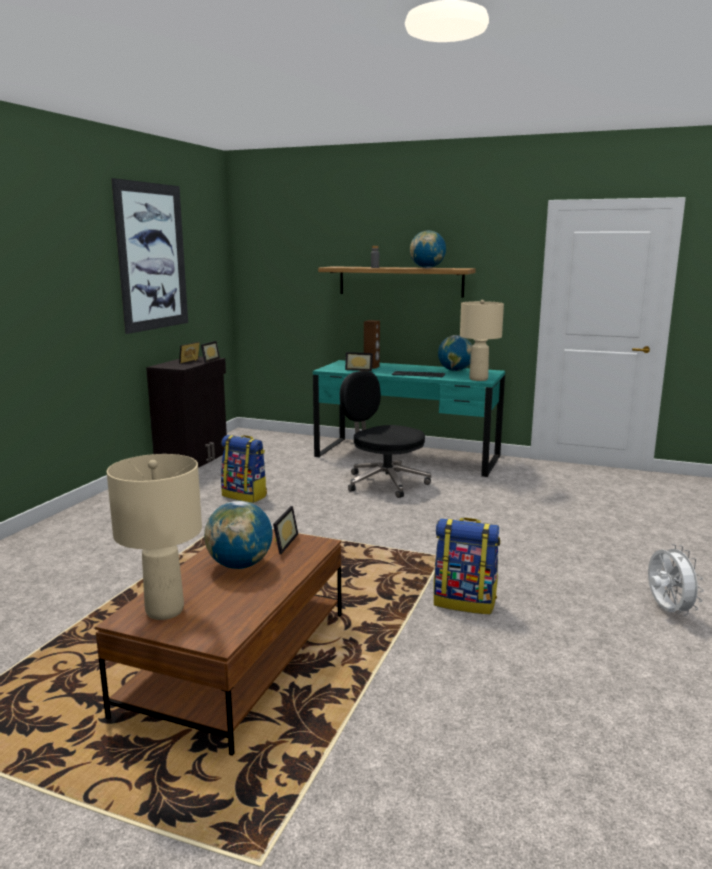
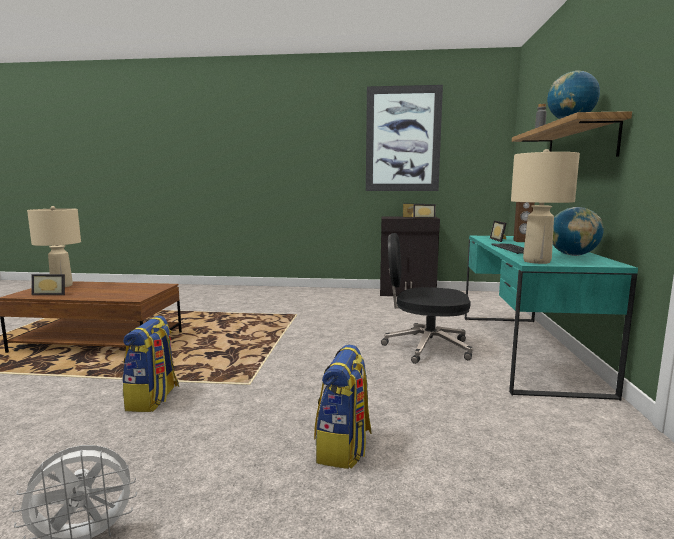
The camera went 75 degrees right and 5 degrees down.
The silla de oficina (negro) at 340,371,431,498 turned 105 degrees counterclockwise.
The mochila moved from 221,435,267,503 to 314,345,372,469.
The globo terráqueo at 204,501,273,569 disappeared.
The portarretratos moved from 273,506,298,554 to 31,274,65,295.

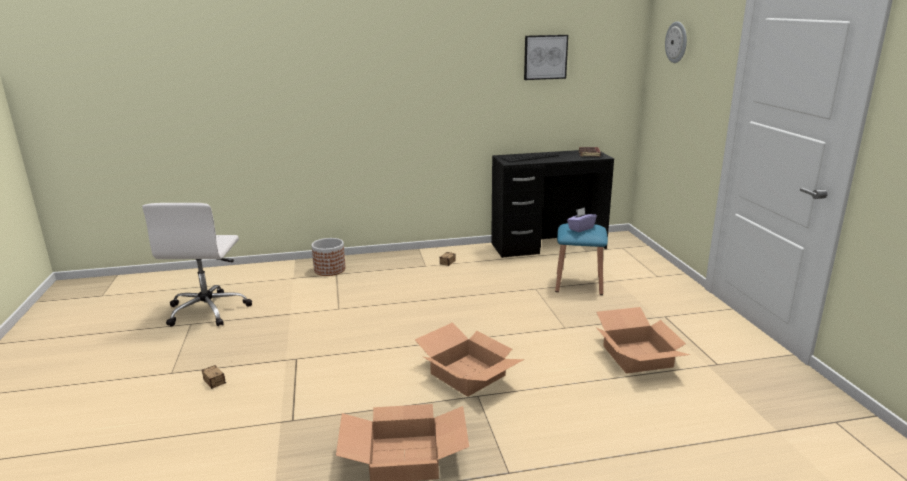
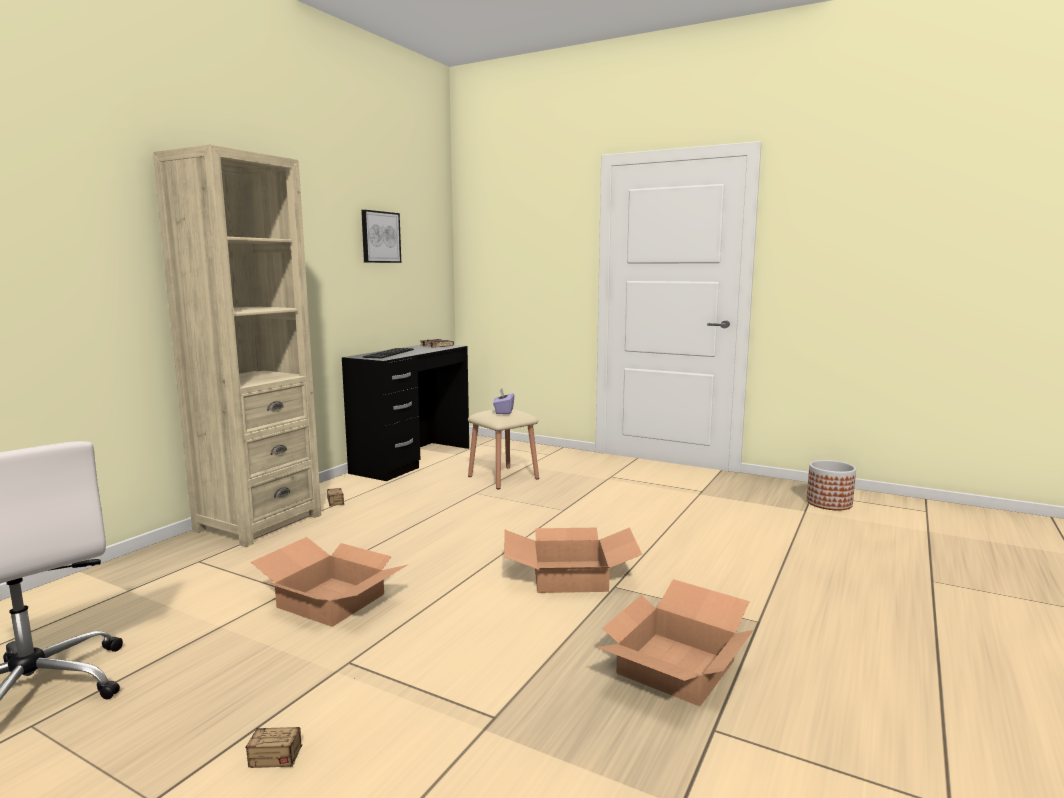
The camera went 50 degrees left and 10 degrees down.
The reloj de pared at 665,21,687,63 disappeared.
The taburete (azul) at 555,223,608,295 became the taburete (beis) at 468,409,539,489.
The maceta moved from 311,238,346,276 to 807,460,856,510.
The caja de cartón moved from 597,307,690,374 to 251,537,409,627.
The estantería (beis) at 153,144,321,547 appeared.

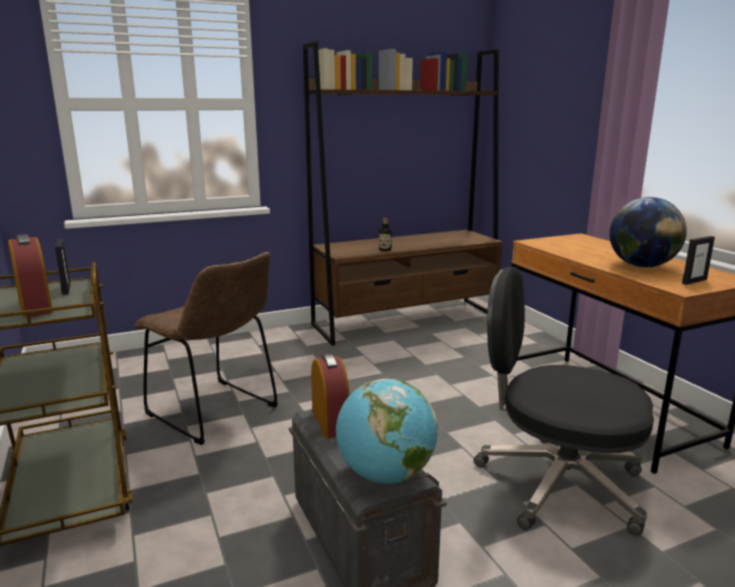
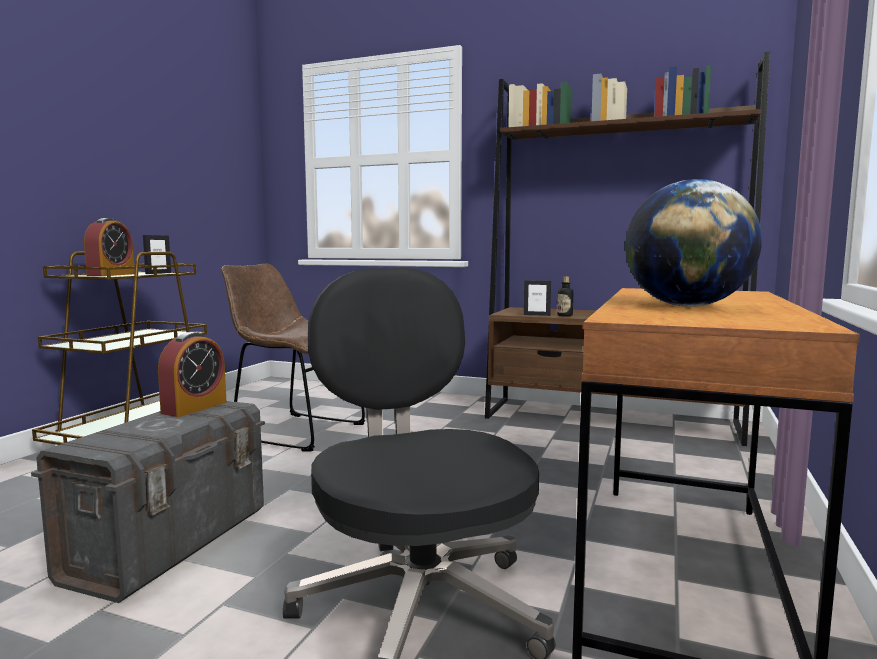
The camera went 45 degrees right and 10 degrees down.
The portarretratos moved from 682,236,715,285 to 524,280,551,316.
The silla (marrón) at 135,252,278,445 turned 120 degrees clockwise.
The globo terráqueo at 336,378,438,484 disappeared.

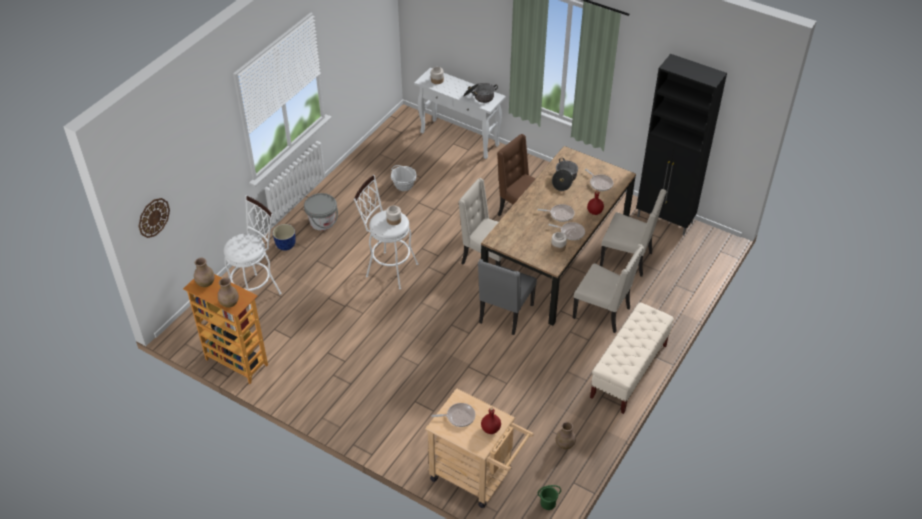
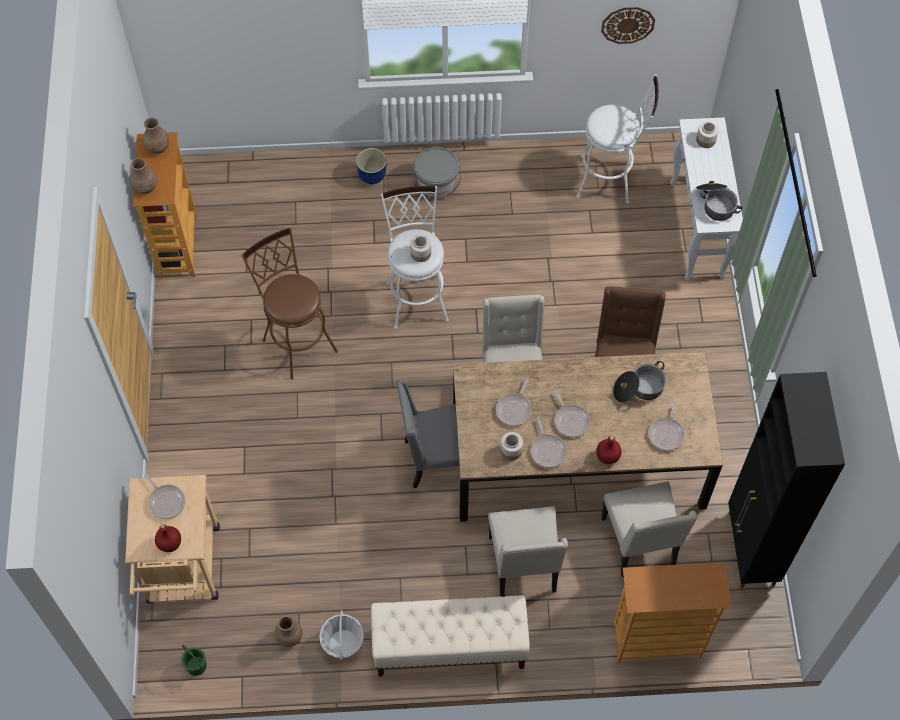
The camera went 55 degrees right and 15 degrees up.
The cesta moved from 391,165,417,191 to 319,610,364,660.
The taburete (blanco) moved from 224,196,282,309 to 577,74,659,203.
The reloj de pared moved from 139,198,170,238 to 601,7,655,44.
The taburete (marrón) at 241,228,338,380 appeared.
The sartén at 496,378,532,426 appeared.
The estantería at 613,562,732,663 appeared.

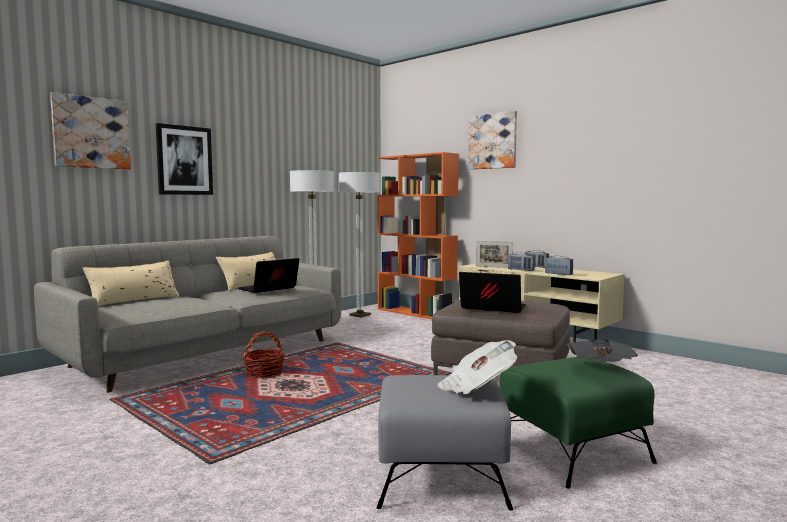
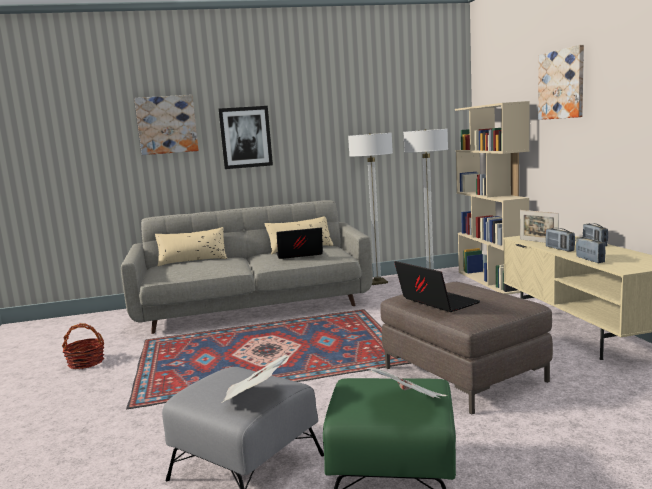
The camera went 35 degrees right and 5 degrees up.
The estantería (naranja) at 377,152,459,320 became the estantería (beis) at 455,101,530,295.
The cesta moved from 243,331,285,378 to 62,323,104,369.

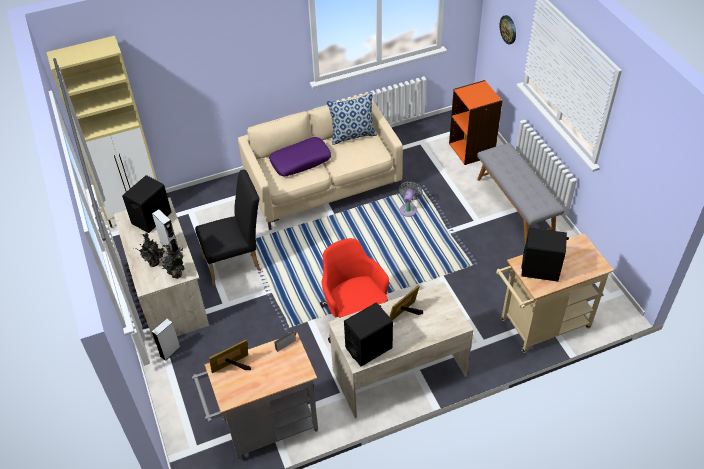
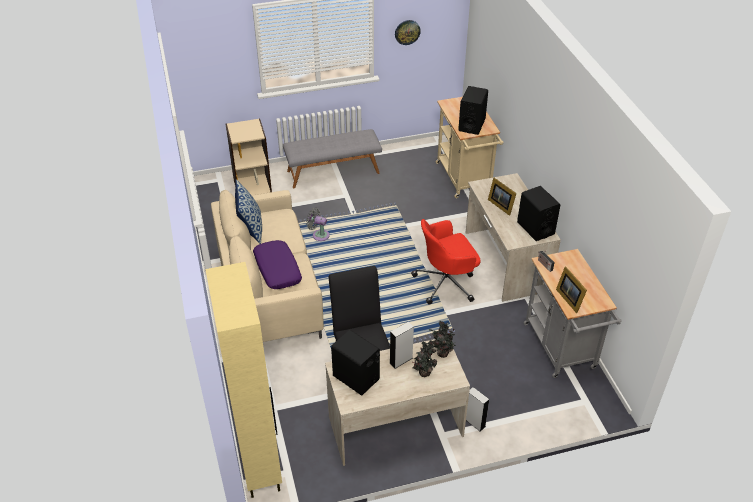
The camera went 85 degrees left and 5 degrees down.
The reloj de pared moved from 499,15,516,44 to 395,20,421,45.
The estantería (naranja) at 449,80,503,165 became the estantería (beis) at 226,118,272,195.

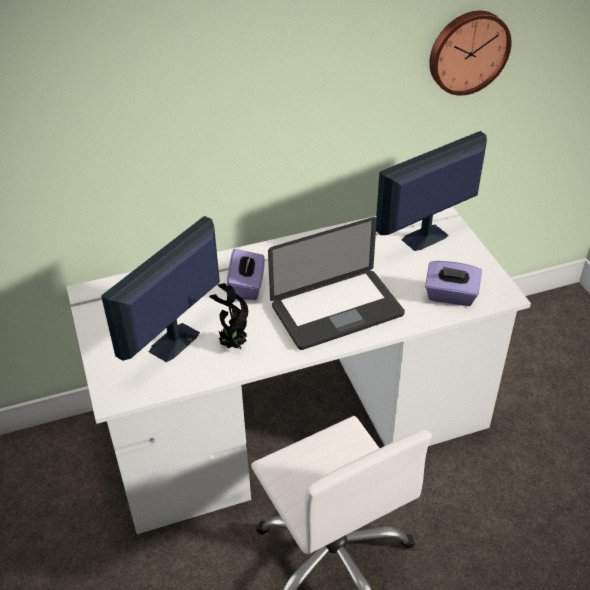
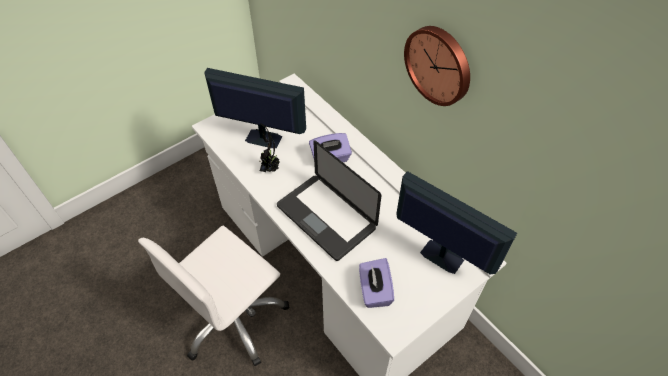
The camera went 70 degrees right and 10 degrees up.
The reloj de pared moved from 429,11,511,96 to 404,26,470,106.

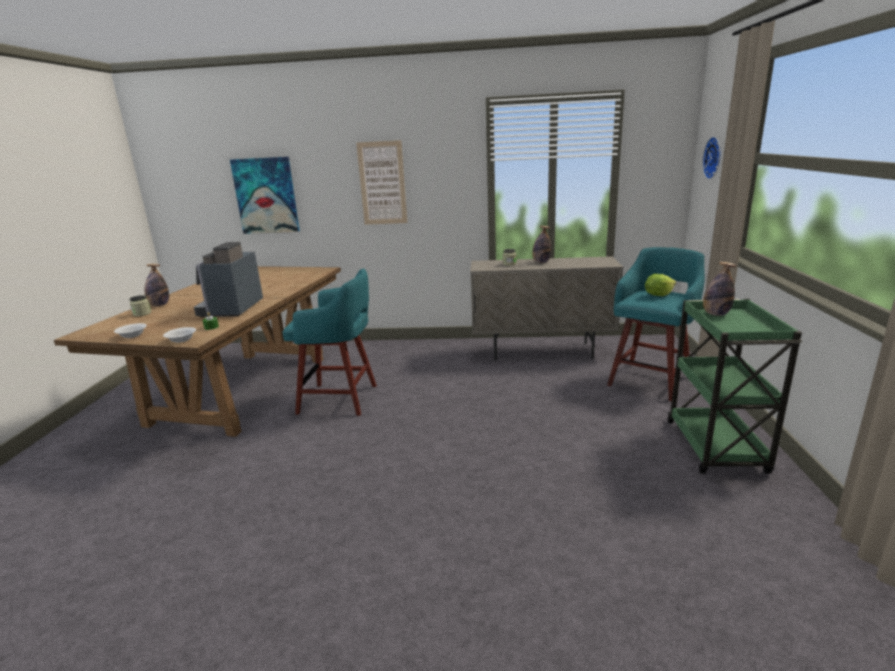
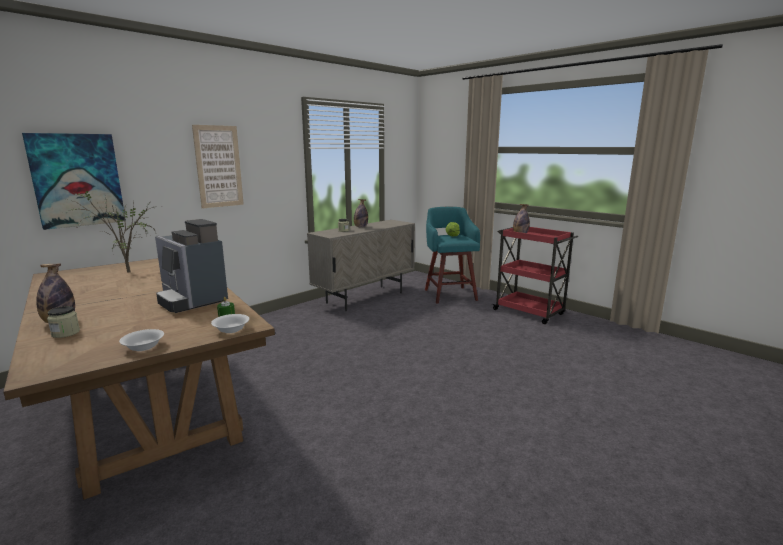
The camera went 50 degrees left and 5 degrees down.
The reloj de pared at 702,137,720,179 disappeared.
The taburete (turquesa) at 283,268,377,416 disappeared.
The carrito (verde) at 667,299,802,474 became the carrito (rojo) at 492,227,578,324.
The planta en maceta at 62,191,155,273 appeared.

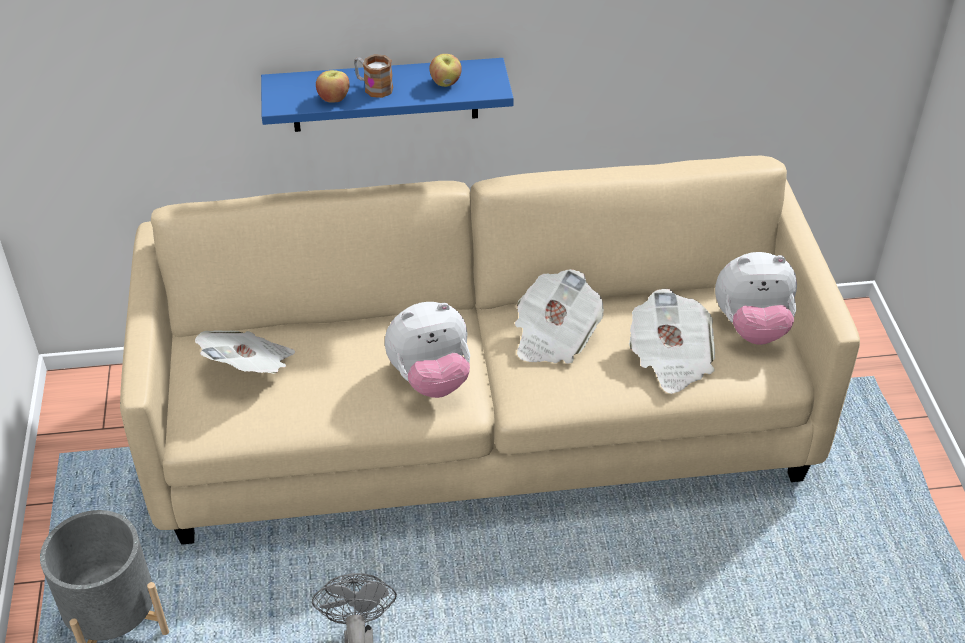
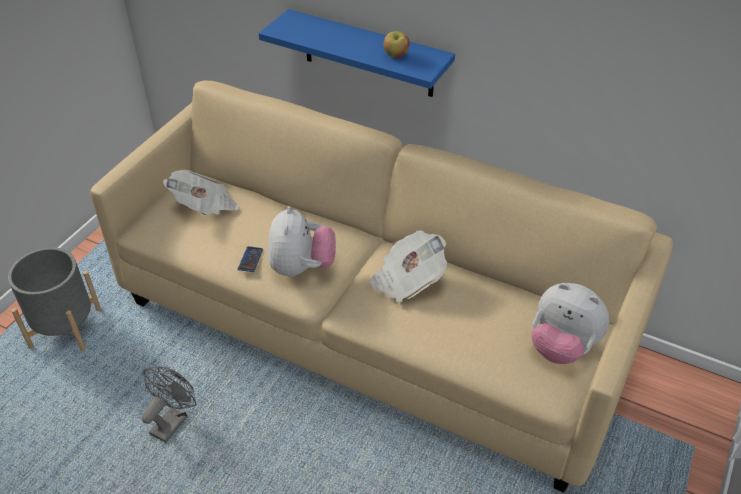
The camera went 35 degrees right and 0 degrees up.
The taza grande at 354,54,393,98 disappeared.
The manzana at 316,70,350,103 disappeared.
The periódico at 629,289,715,394 disappeared.
The peluche at 385,302,470,398 turned 105 degrees counterclockwise.
The móvil at 238,246,263,272 appeared.

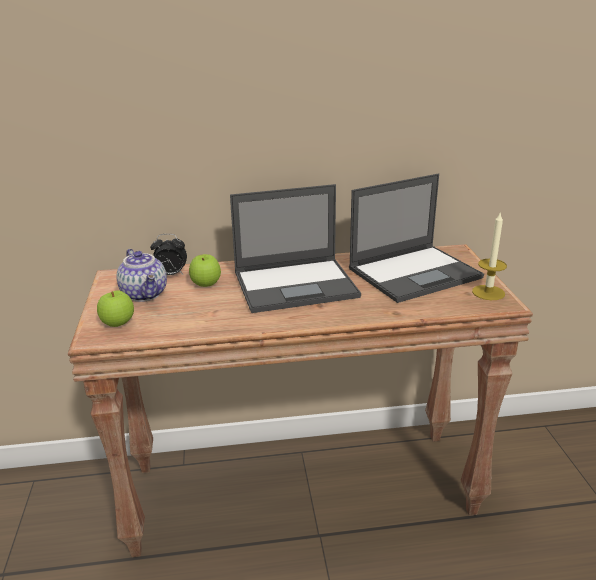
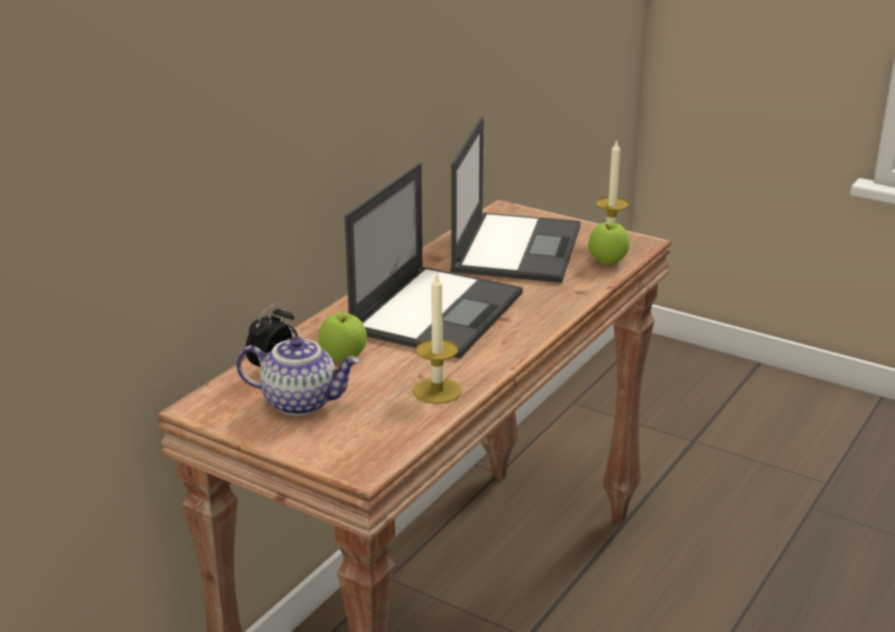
The camera went 50 degrees left and 0 degrees up.
The manzana moved from 97,290,134,327 to 588,223,630,265.
The vela at 413,274,462,404 appeared.

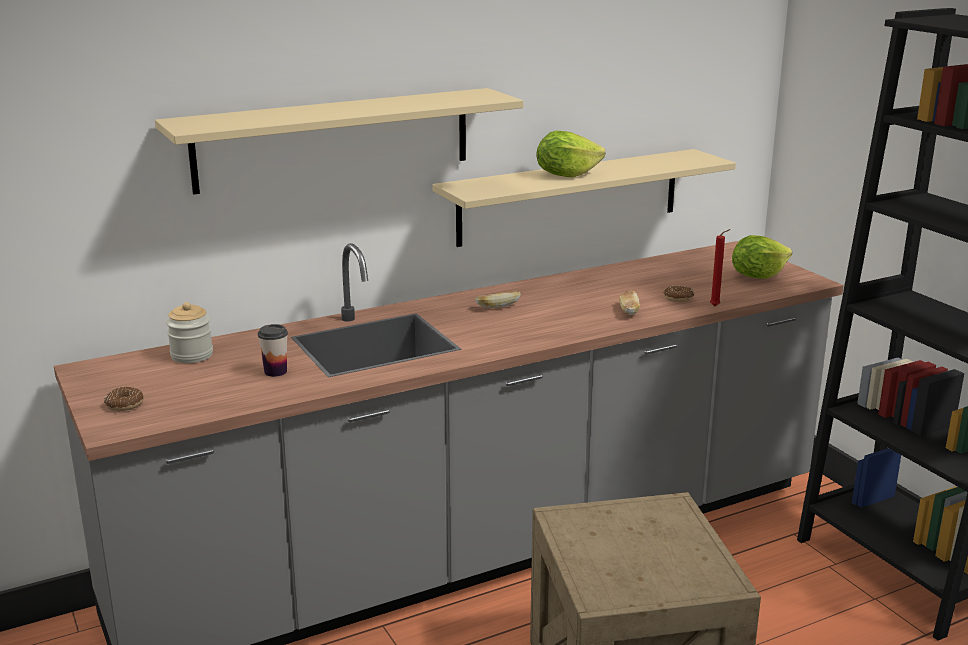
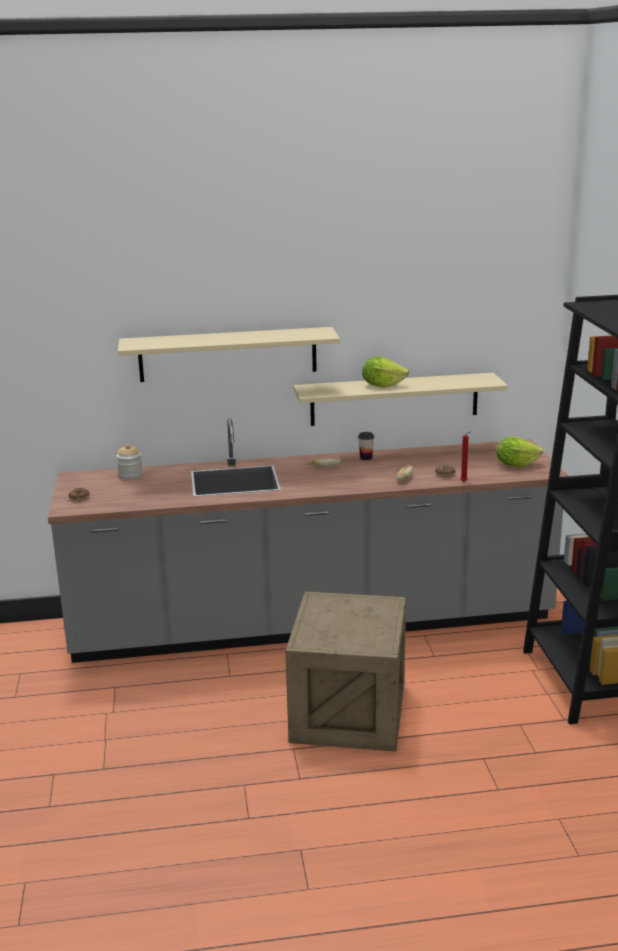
The camera went 20 degrees right and 0 degrees up.
The taza moved from 258,324,288,377 to 358,432,374,460.

